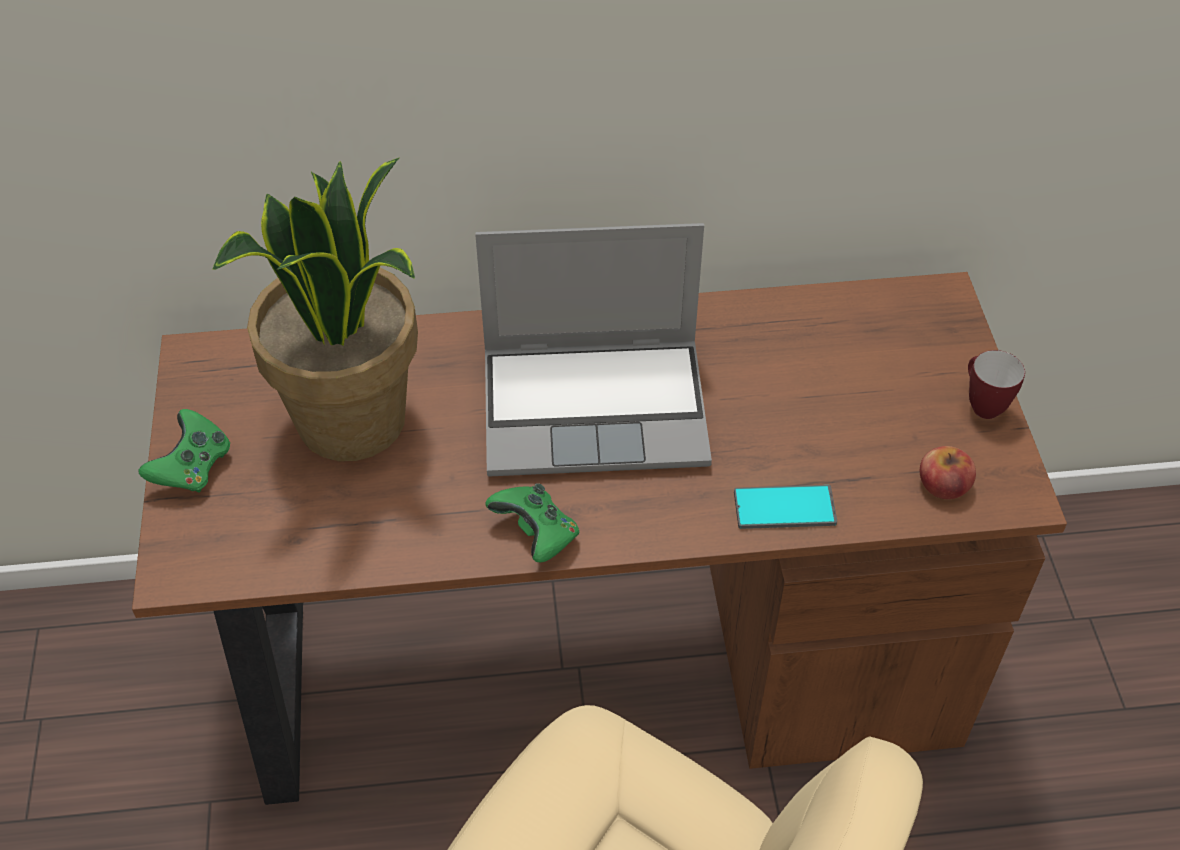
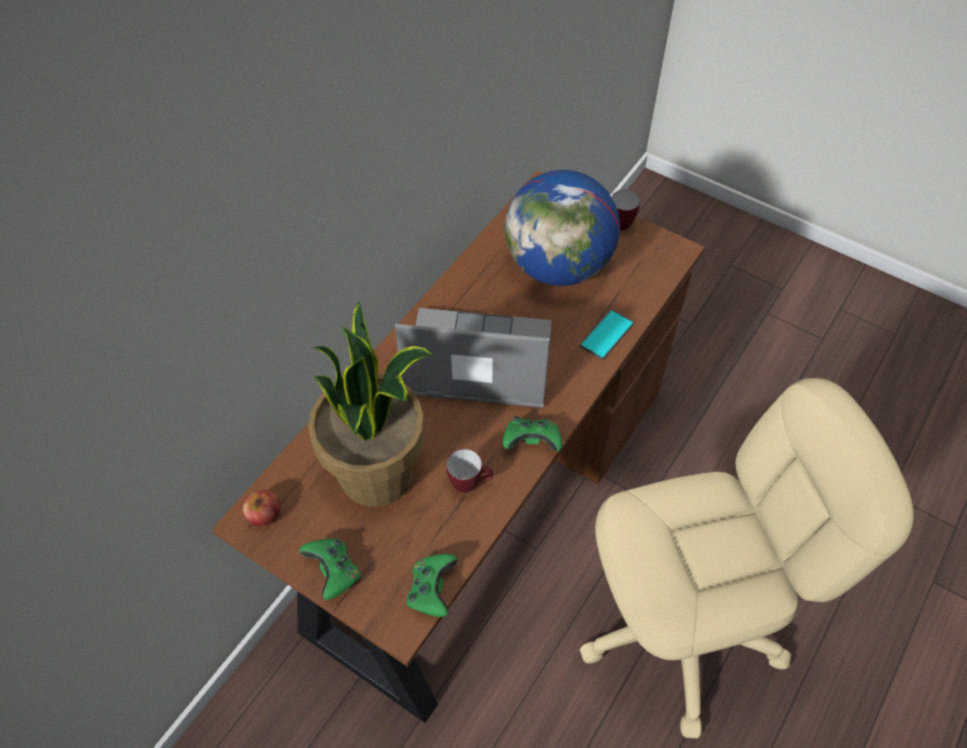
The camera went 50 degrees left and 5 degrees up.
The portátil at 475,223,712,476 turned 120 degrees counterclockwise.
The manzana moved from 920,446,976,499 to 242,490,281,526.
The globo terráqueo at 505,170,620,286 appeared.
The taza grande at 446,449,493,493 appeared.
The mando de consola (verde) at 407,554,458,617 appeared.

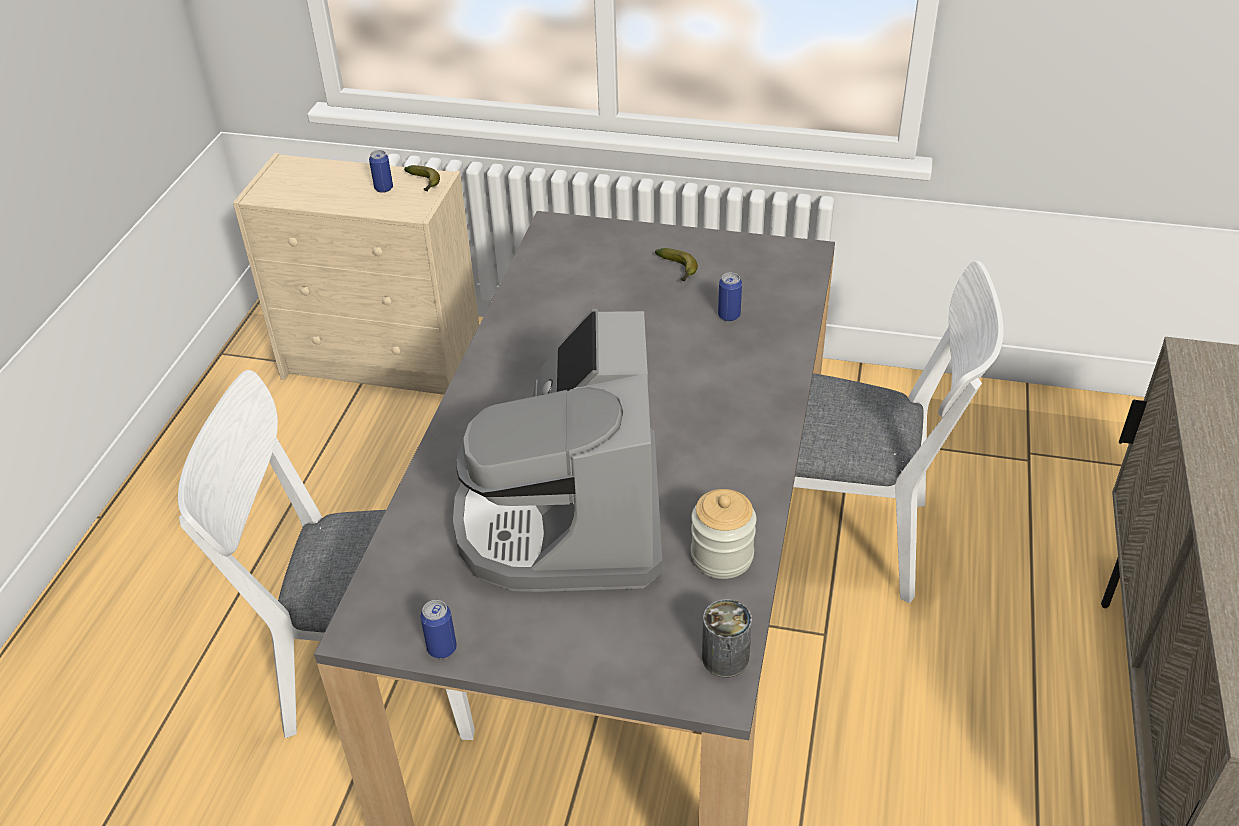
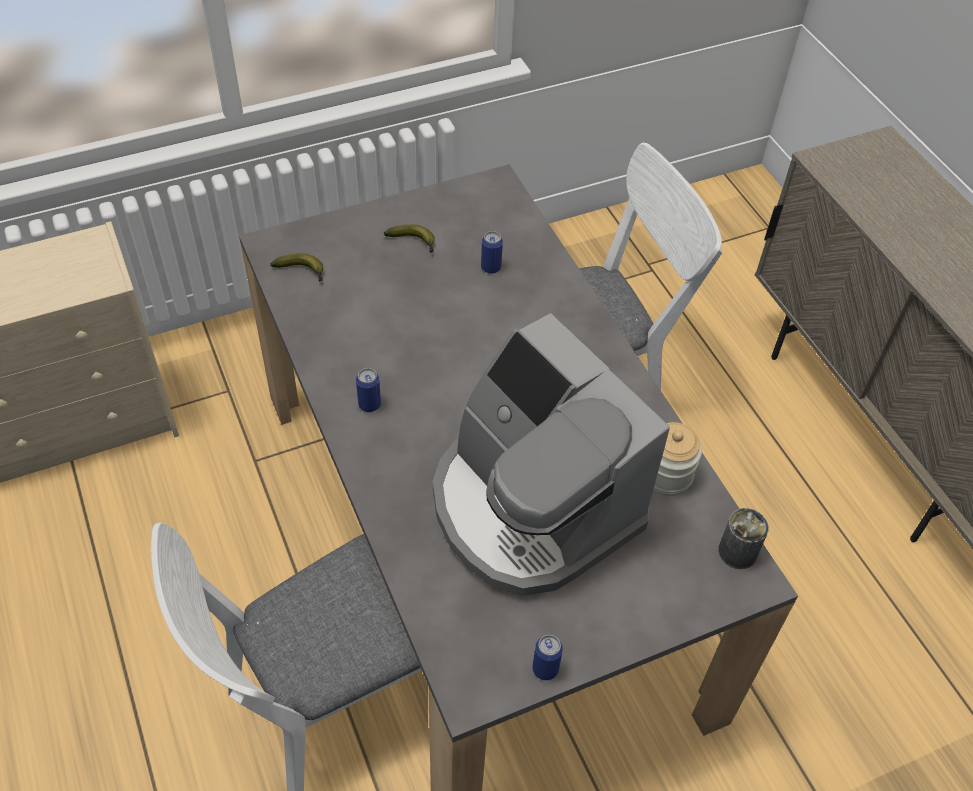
The camera went 40 degrees left and 10 degrees up.
The lata moved from 369,150,393,193 to 356,368,381,412.
The plátano moved from 404,165,440,192 to 271,253,323,282.

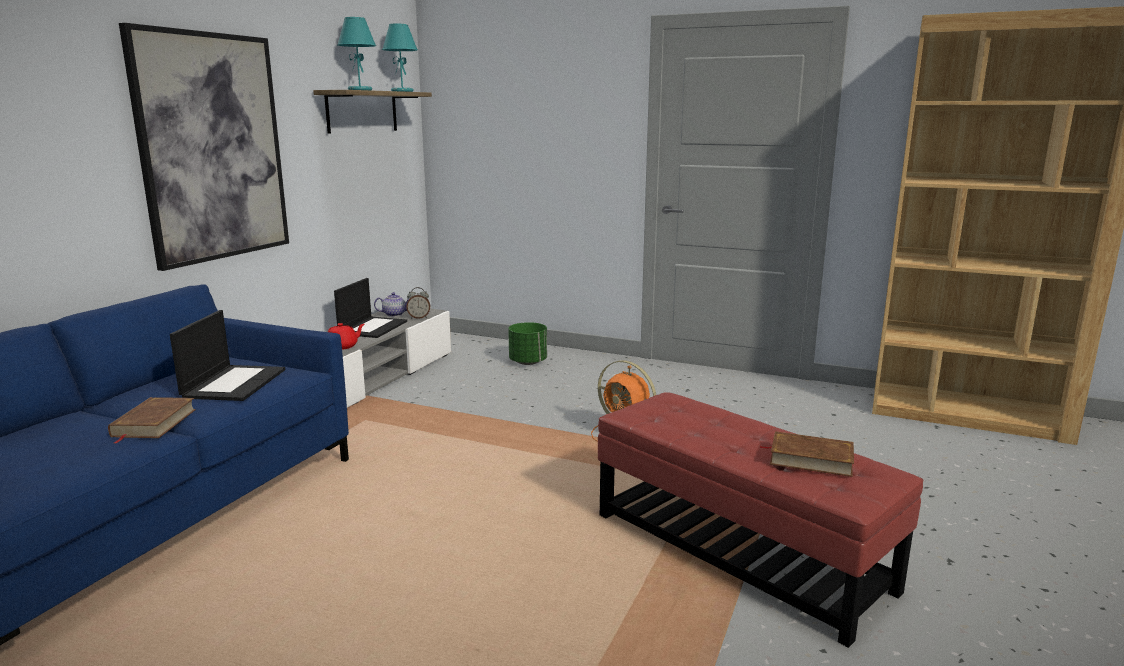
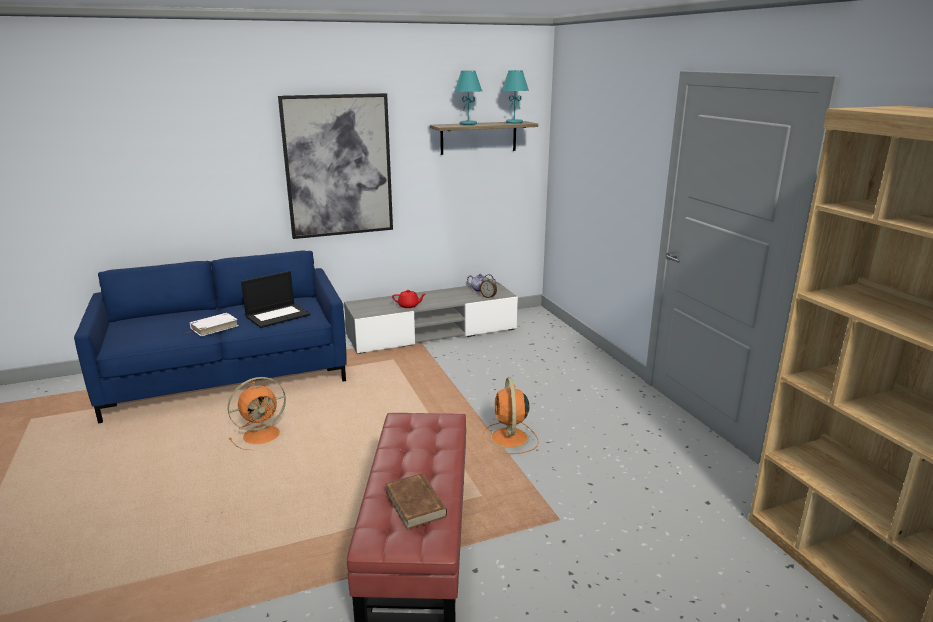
The camera went 45 degrees right and 5 degrees up.
The portátil at 334,278,407,338 disappeared.
The maceta (verde) at 508,322,547,365 disappeared.
The libro (marrón) at 108,397,196,444 became the libro (blanco) at 187,313,238,336.
The ventilador (naranja) at 228,377,286,450 appeared.

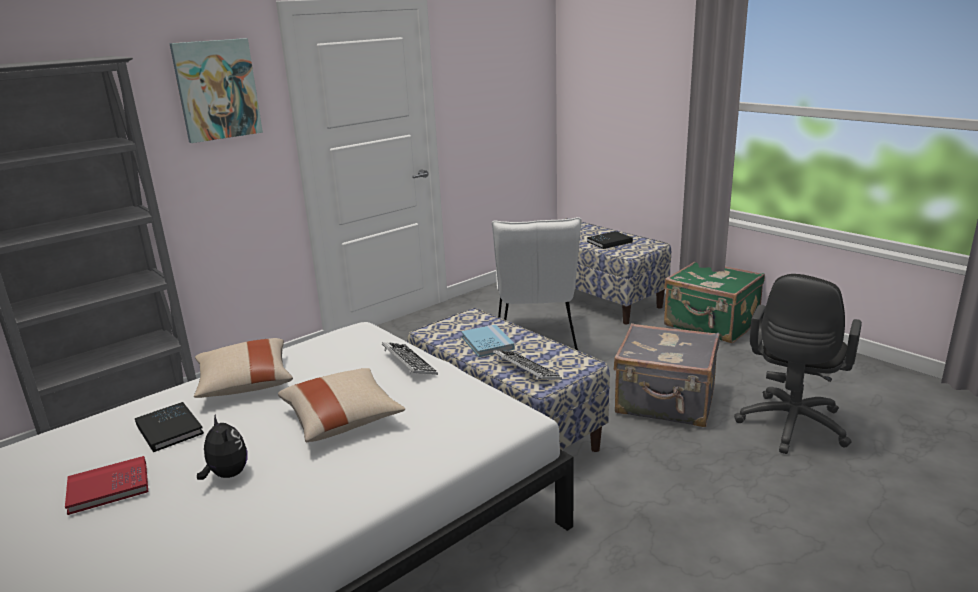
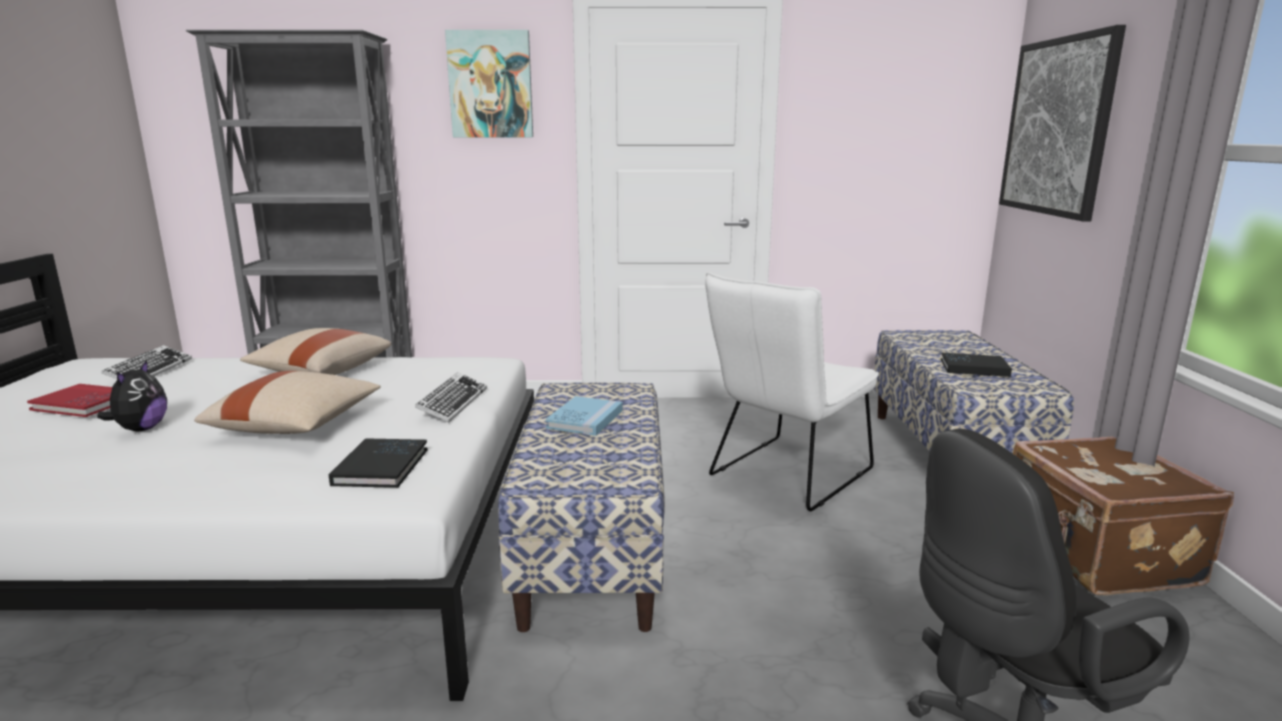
The camera went 40 degrees right and 5 degrees down.
The maleta (verde) at 664,262,765,343 became the maleta (marrón) at 1013,436,1234,595.
The maleta (gris) at 614,323,720,427 disappeared.
The teclado moved from 493,350,562,380 to 102,345,192,379.
The libro (negro) moved from 135,402,204,452 to 329,438,428,488.
The cuadro at 999,25,1126,221 appeared.

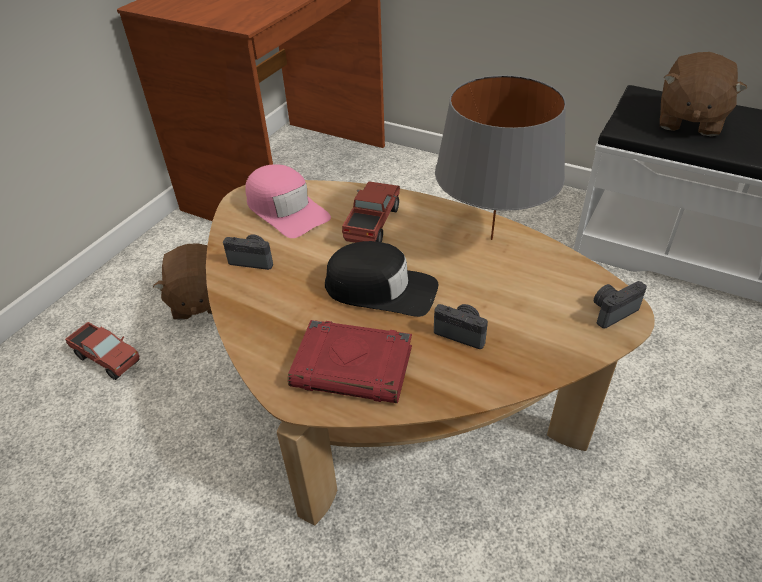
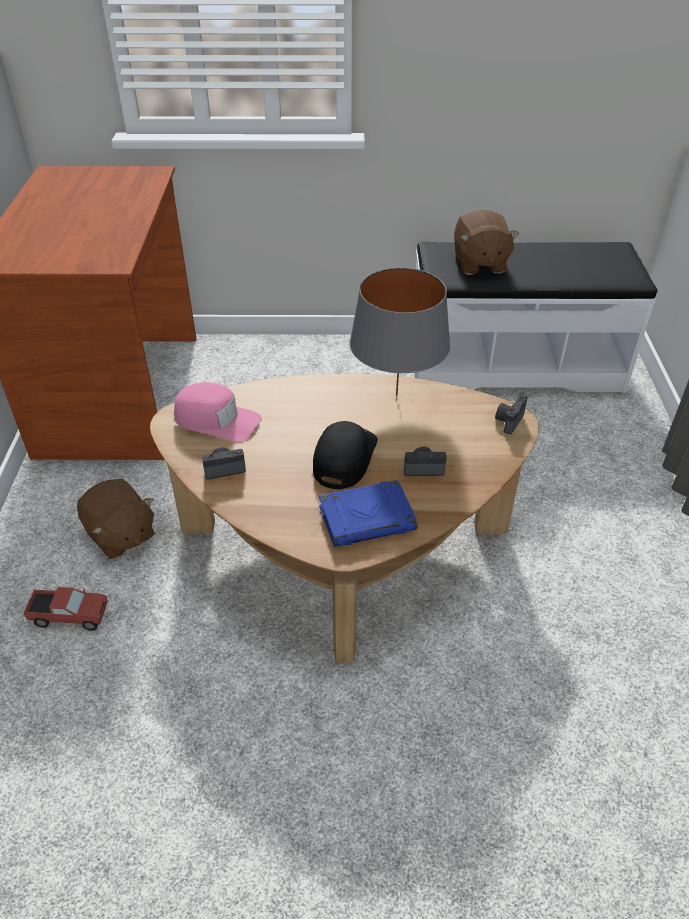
The camera went 30 degrees left and 0 degrees up.
The camión de juguete at 342,181,400,243 disappeared.
The gorra (negro) at 325,241,438,317 turned 60 degrees counterclockwise.
The libro (rojo) at 288,320,412,403 became the libro (azul) at 319,480,417,547.

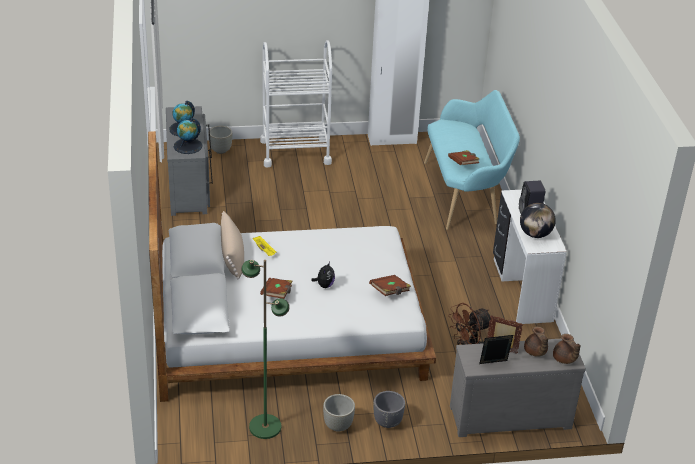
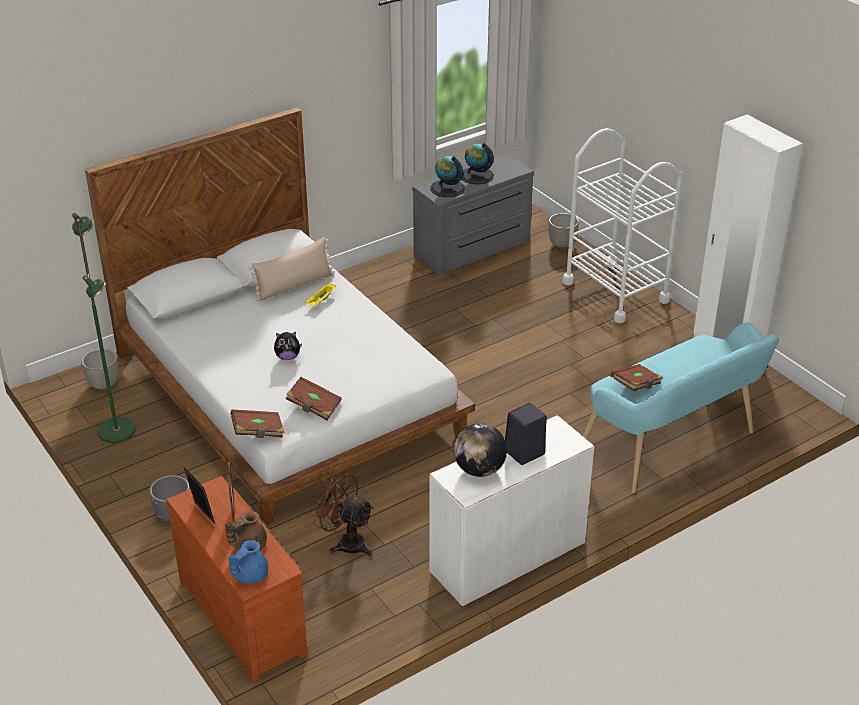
The camera went 65 degrees right and 0 degrees up.
The libro (marrón) moved from 260,278,292,299 to 231,409,285,438.
The tetera (marrón) at 553,334,581,364 became the tetera (azul) at 229,540,268,584.
The cómoda (gris) at 450,339,586,437 became the cómoda (marrón) at 166,476,308,682.
The maceta (gris) moved from 323,394,355,431 to 81,349,119,390.

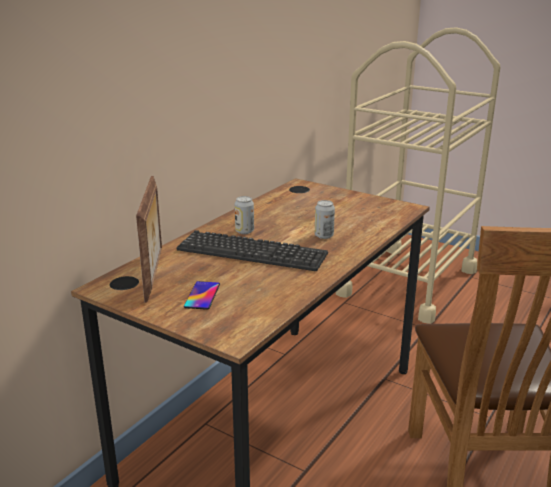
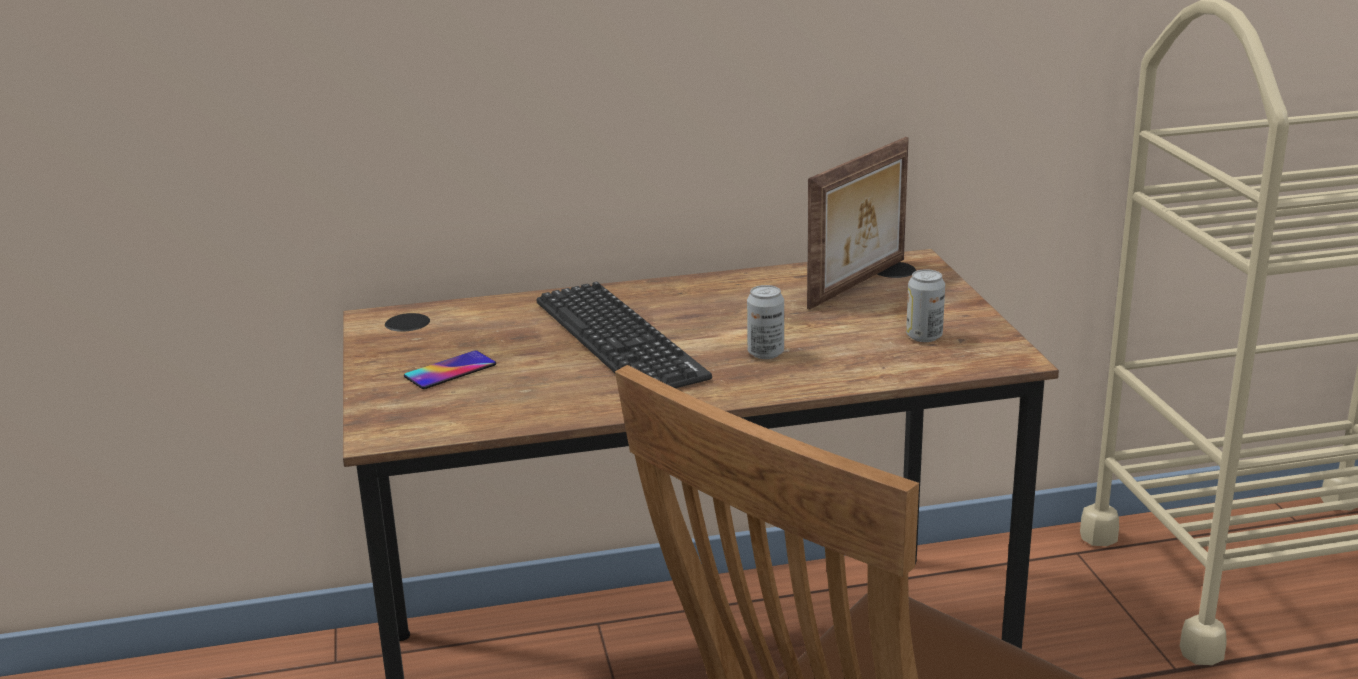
The camera went 45 degrees right and 0 degrees up.
The portarretratos moved from 136,176,162,303 to 807,137,909,309.
The lata moved from 235,196,254,234 to 906,269,945,342.

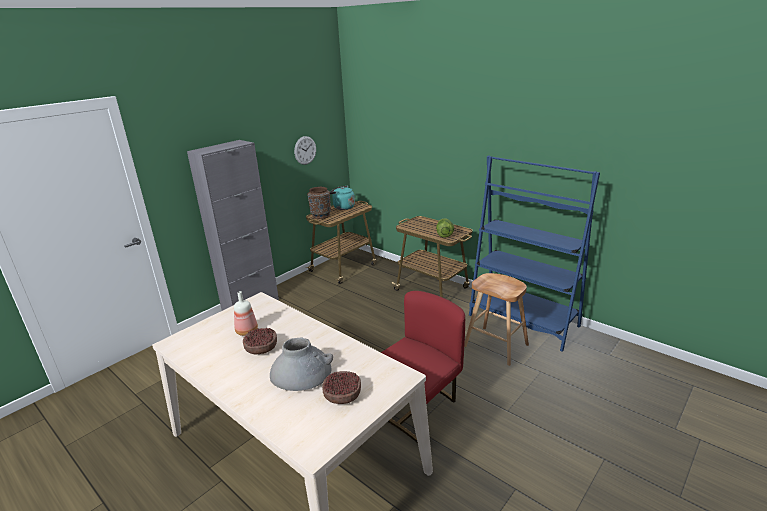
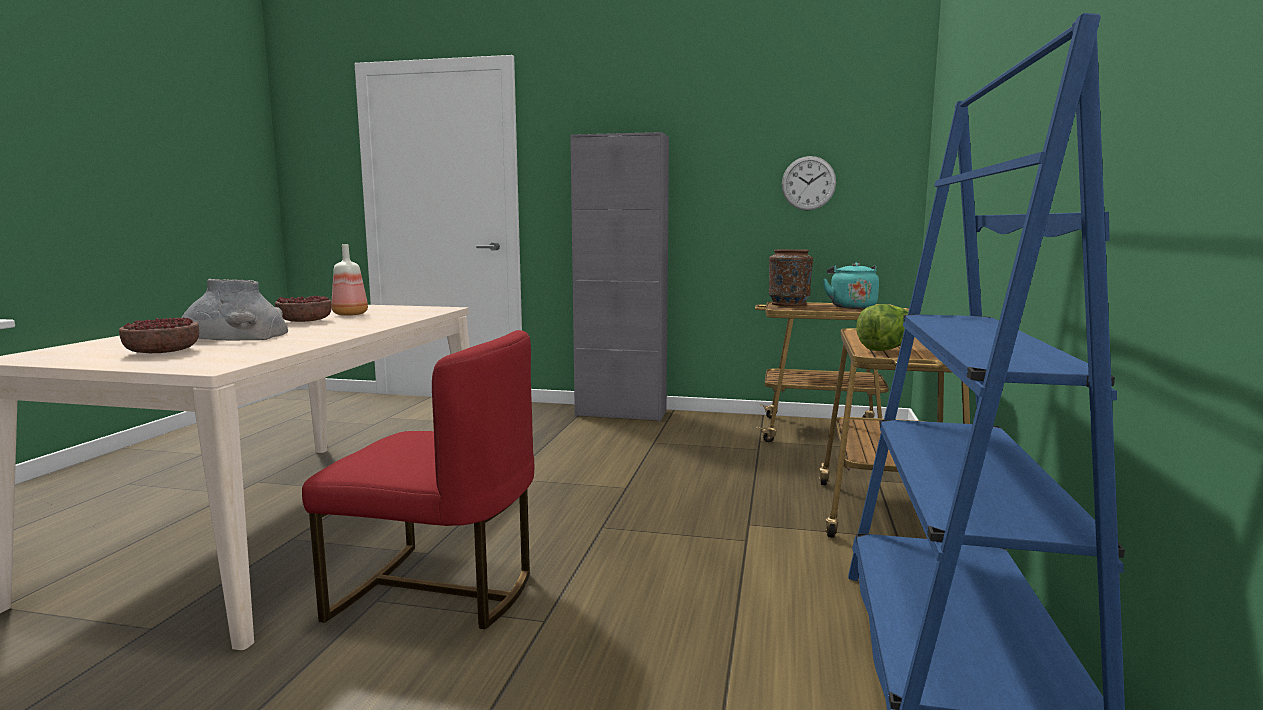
The camera went 60 degrees right and 15 degrees down.
The taburete (marrón) at 464,273,529,366 disappeared.

